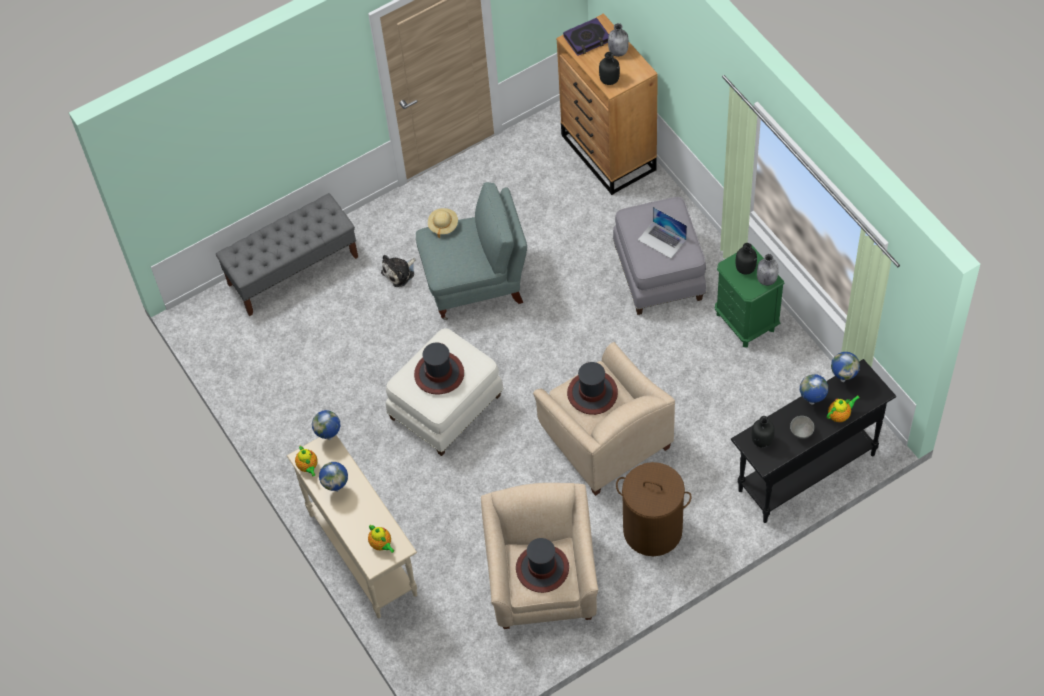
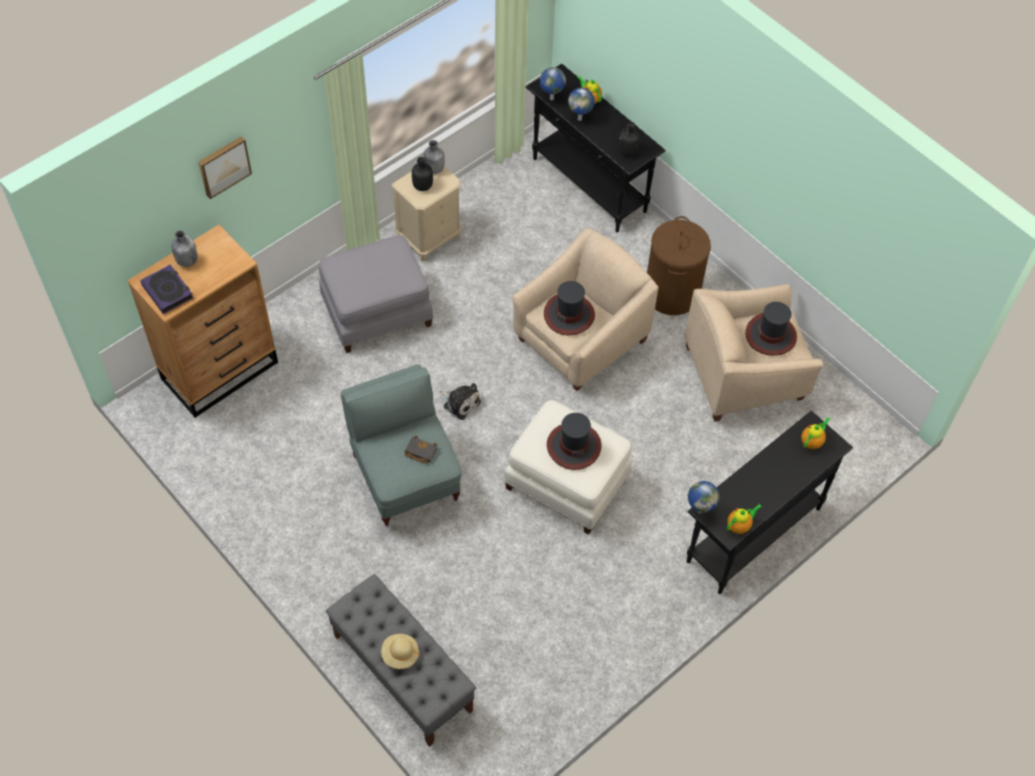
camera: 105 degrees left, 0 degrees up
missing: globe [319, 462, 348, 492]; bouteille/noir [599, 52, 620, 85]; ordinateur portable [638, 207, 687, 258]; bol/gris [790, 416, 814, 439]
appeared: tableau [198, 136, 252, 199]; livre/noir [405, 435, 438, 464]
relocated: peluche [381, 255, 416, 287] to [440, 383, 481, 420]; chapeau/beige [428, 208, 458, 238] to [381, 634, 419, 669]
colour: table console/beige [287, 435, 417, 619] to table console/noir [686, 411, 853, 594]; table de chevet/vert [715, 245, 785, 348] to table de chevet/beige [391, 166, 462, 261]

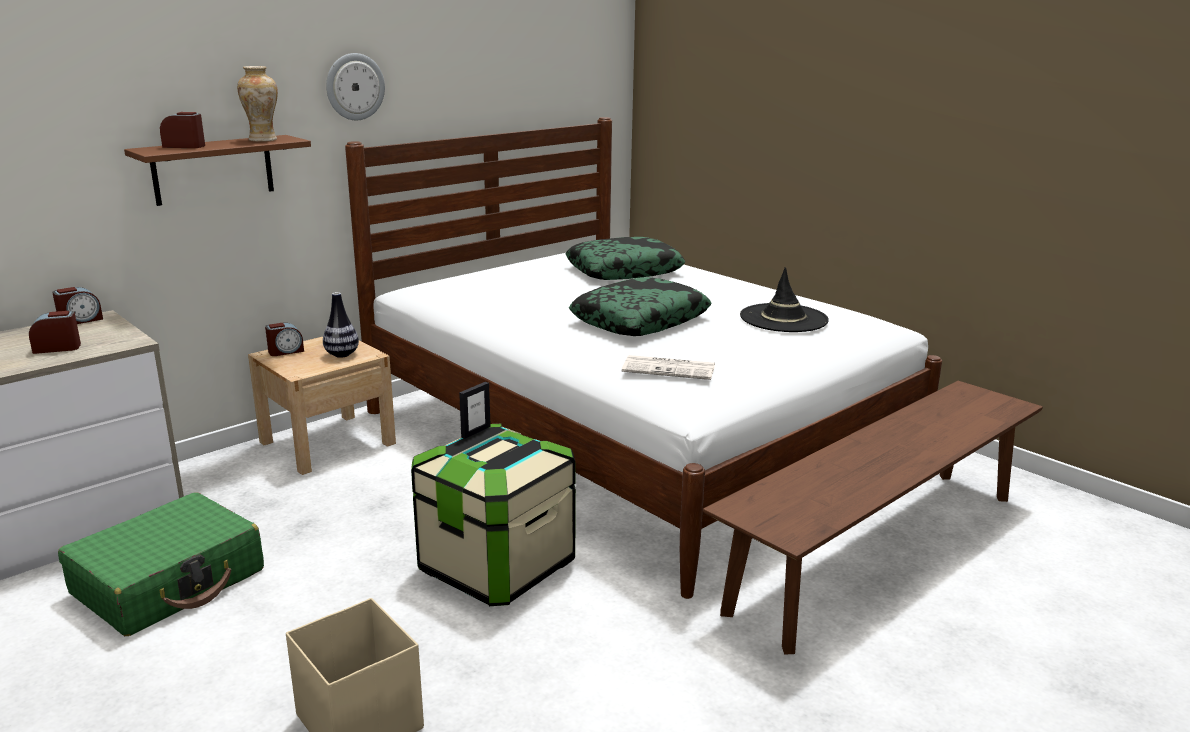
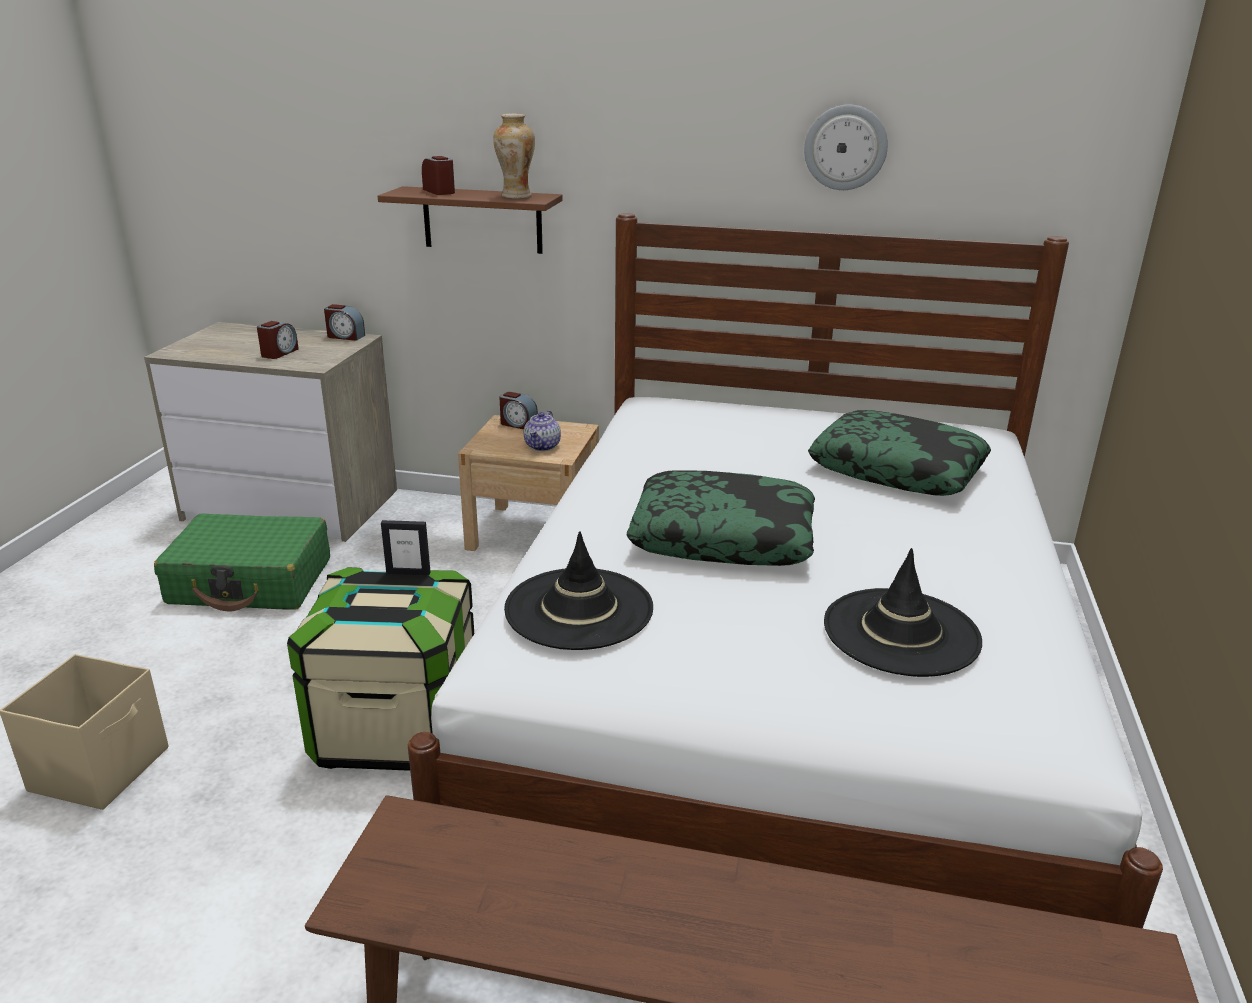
camera: 55 degrees right, 5 degrees up
relocated: horloge murale [326, 53, 385, 120] to [804, 105, 888, 190]
exchanged: vase [323, 292, 359, 358] to théière [524, 410, 561, 451]; journal [622, 355, 715, 380] to chapeau/noir [504, 531, 653, 650]
spun: réveil [29, 311, 81, 354] = [257, 321, 299, 359] 75 degrees clockwise

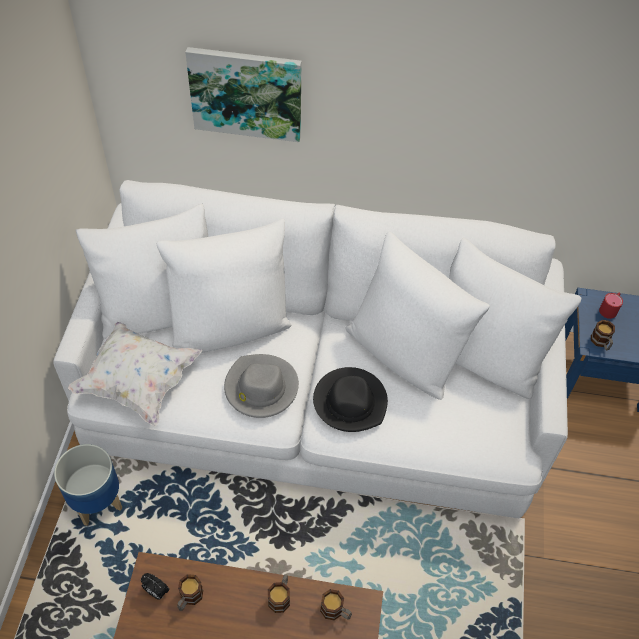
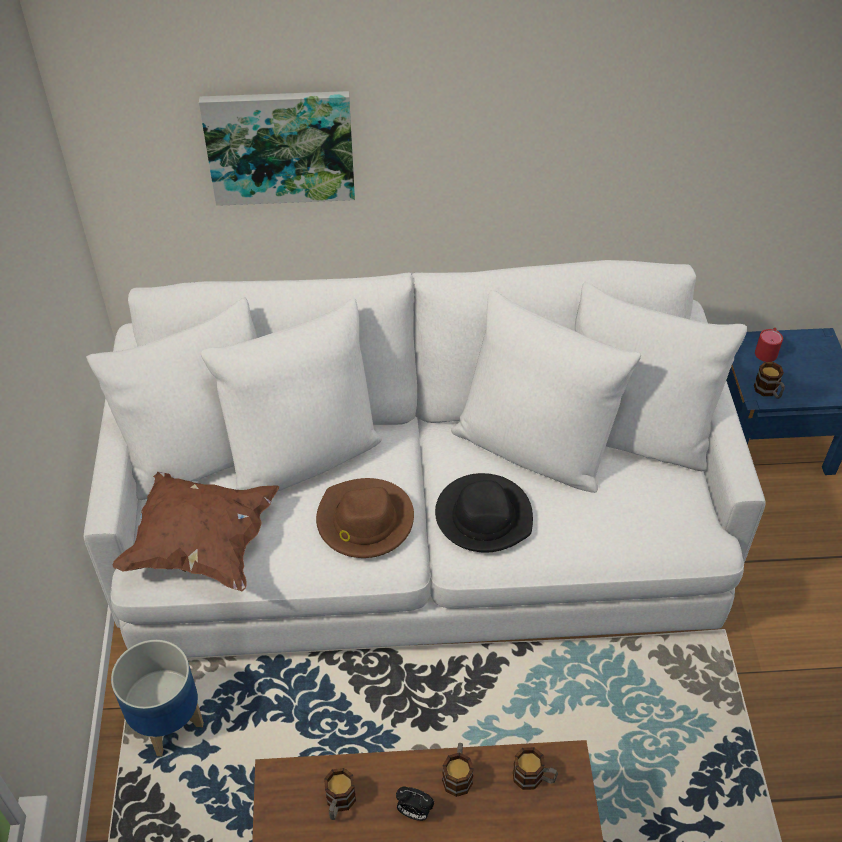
camera: 10 degrees left, 5 degrees down
relocated: réveil [141, 573, 169, 600] to [396, 787, 434, 821]
colour: coussin/blanc [68, 322, 202, 427] to coussin/marron [113, 472, 279, 591]; chapeau/gris [224, 354, 299, 418] to chapeau/marron [316, 478, 414, 558]

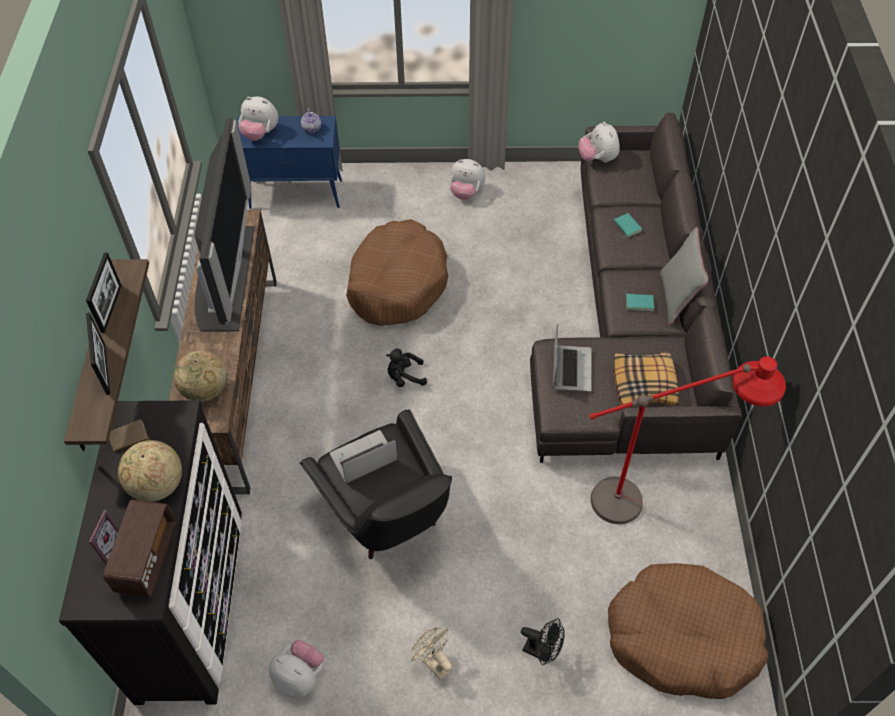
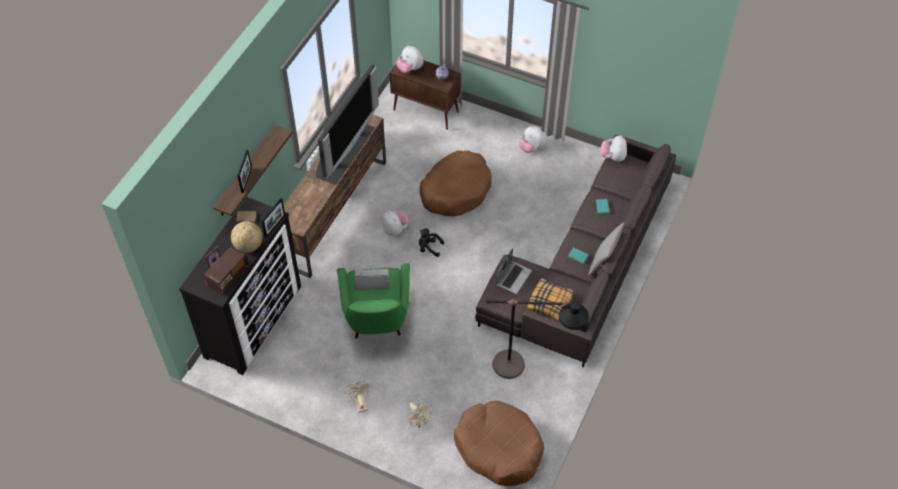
camera: 25 degrees right, 0 degrees up
missing: globe [174, 351, 226, 402]
relocated: cadre photo [86, 252, 122, 333] to [261, 198, 285, 238]; peluche [269, 640, 324, 697] to [381, 211, 410, 236]
colour: meuble de rangement/bleu [237, 116, 342, 209] to meuble de rangement/marron [390, 58, 461, 130]; fauteuil/noir [299, 409, 452, 559] to fauteuil/vert [337, 263, 410, 339]; ventilateur/noir [521, 618, 565, 665] to ventilateur/beige [409, 402, 432, 428]; lampadaire/rouge [589, 356, 786, 524] to lampadaire/noir [486, 299, 589, 379]

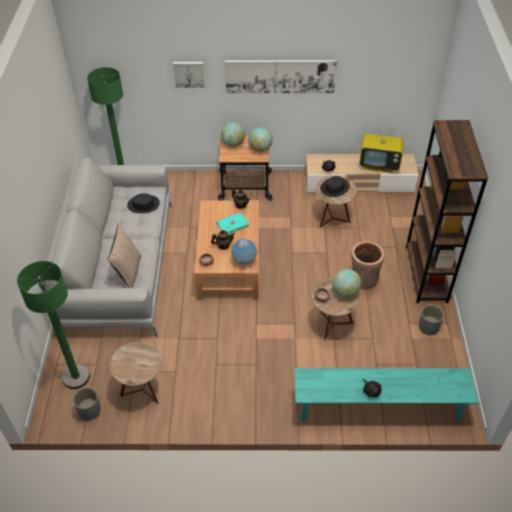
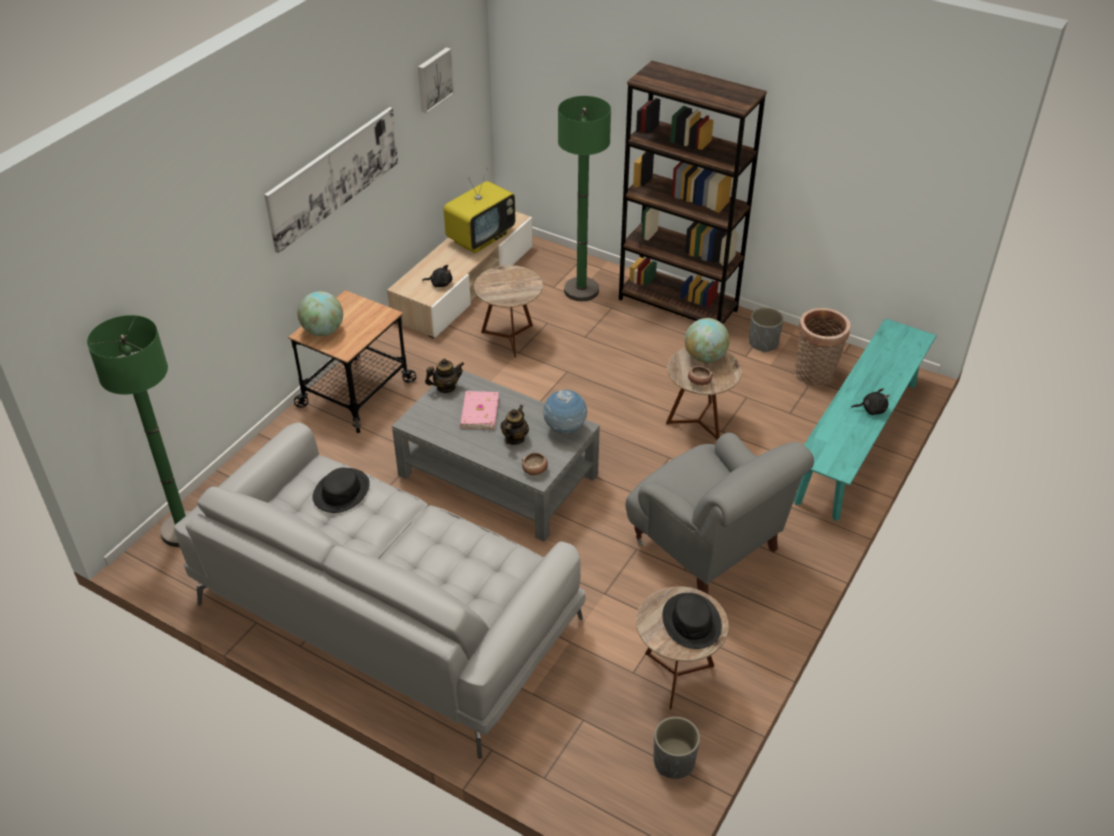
camera: 60 degrees left, 5 degrees down
missing: coussin [107, 224, 141, 288]; globe [248, 127, 273, 152]
appeared: fauteuil/gris [626, 433, 814, 595]
relocated: lampadaire/vert [17, 261, 90, 389] to [558, 96, 611, 301]; tableau [173, 62, 205, 89] to [418, 47, 454, 113]; chapeau/noir [320, 176, 350, 197] to [663, 593, 722, 649]; panier [351, 241, 384, 290] to [795, 308, 851, 386]
colour: table basse/marron [194, 200, 259, 300] to table basse/gris [392, 366, 600, 542]; livre/turquoise [216, 212, 249, 234] to livre/rose [460, 391, 499, 429]

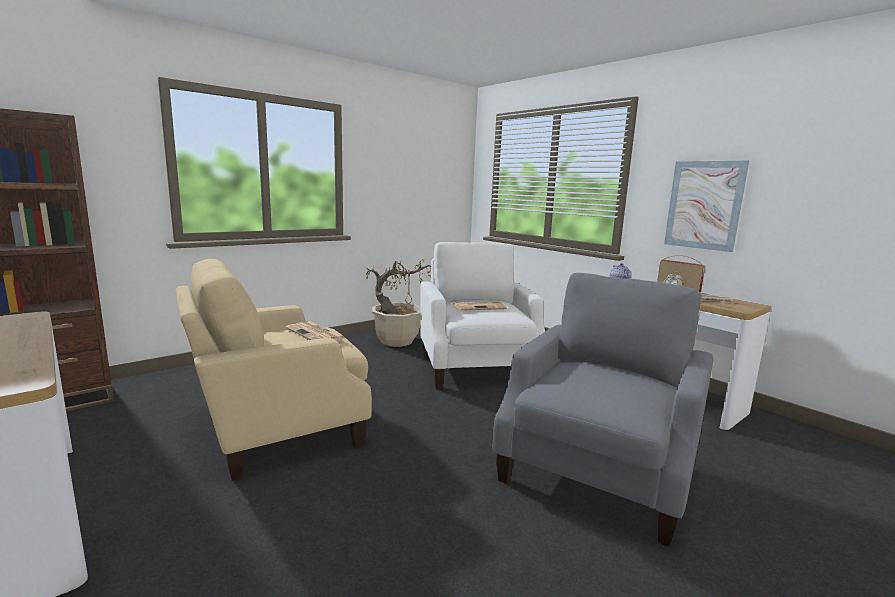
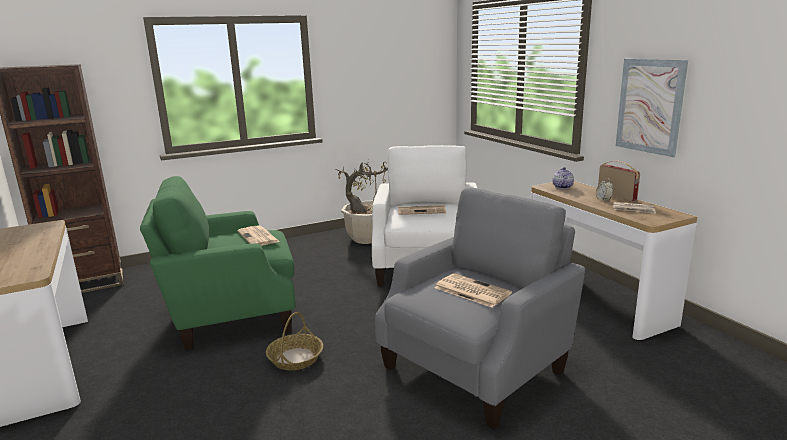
camera: 15 degrees right, 5 degrees up
appeared: panier [266, 312, 323, 370]; journal [434, 273, 512, 308]
colour: fauteuil/beige [176, 259, 372, 481] to fauteuil/vert [140, 176, 296, 350]

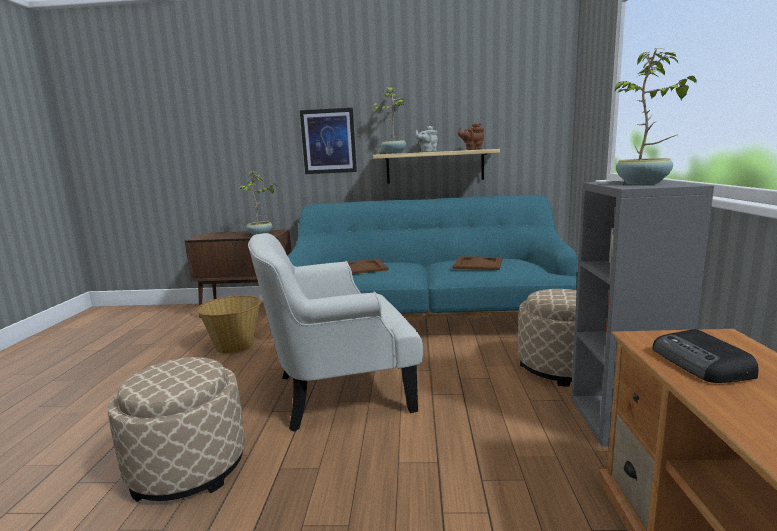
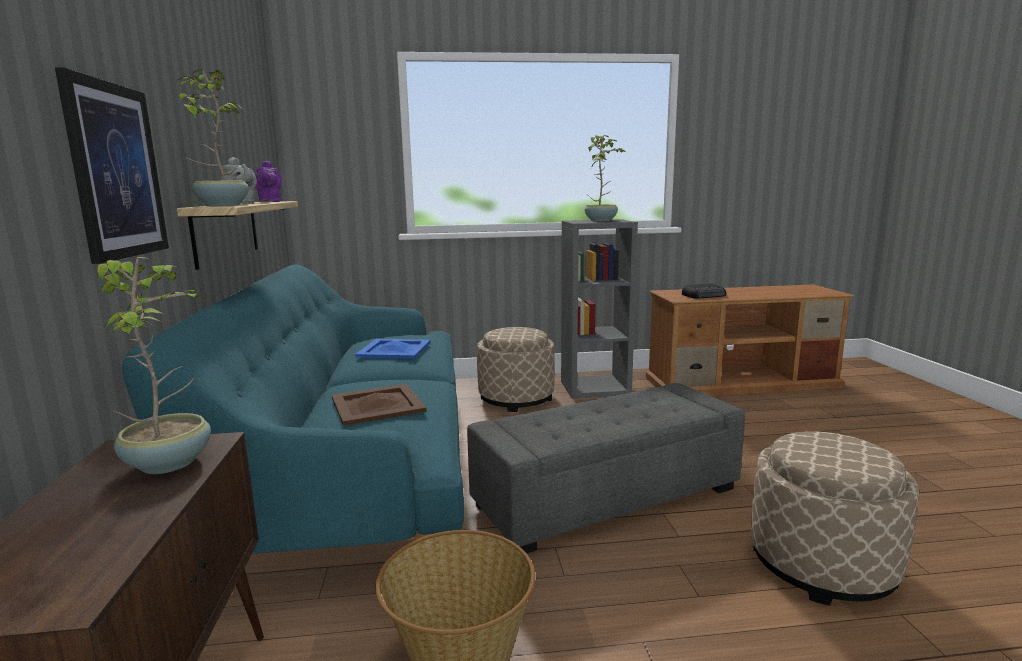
camera: 100 degrees left, 0 degrees up
exchanged: fauteuil/blanc [248, 233, 423, 432] to pouf/gris [467, 383, 745, 553]
colour: plateau/marron [453, 256, 502, 270] to plateau/bleu [355, 339, 431, 359]; théière/marron [458, 123, 484, 150] to théière/violet [255, 161, 282, 202]

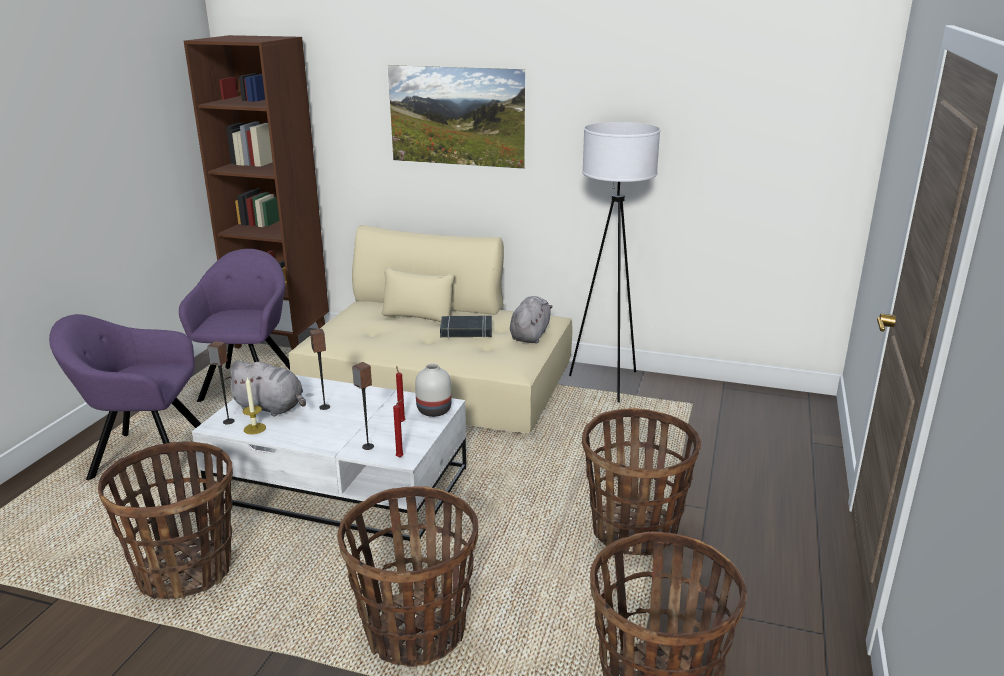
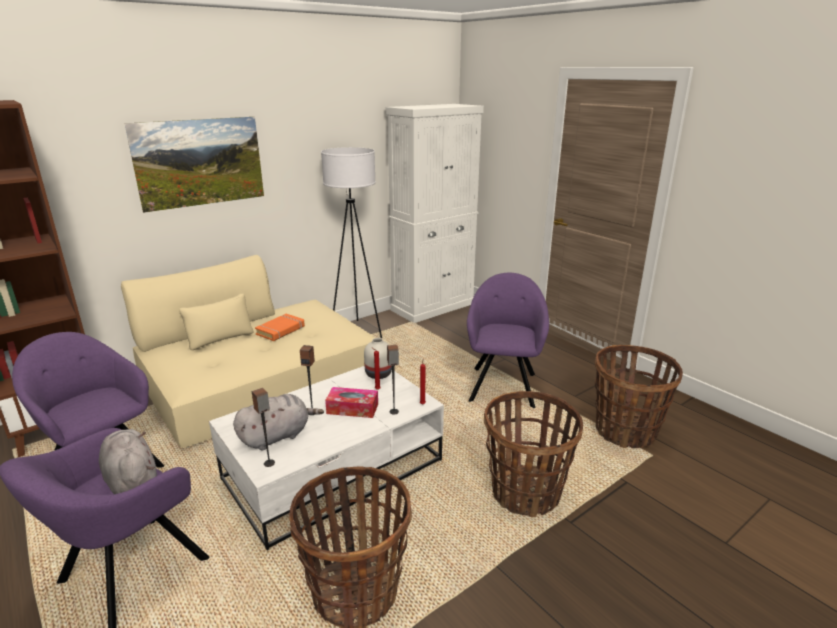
camera: 55 degrees left, 0 degrees up
missing: bougie [243, 377, 266, 434]
appeared: boîte à mouchoirs [325, 387, 378, 418]; meuble de rangement/blanc [386, 104, 484, 323]
relocated: peluche/gris [510, 296, 553, 343] to [99, 429, 157, 494]
exchanged: panier [582, 408, 701, 556] to fauteuil/violet [467, 273, 549, 408]
colour: livre/noir [440, 316, 492, 338] to livre/orange [255, 314, 305, 341]

